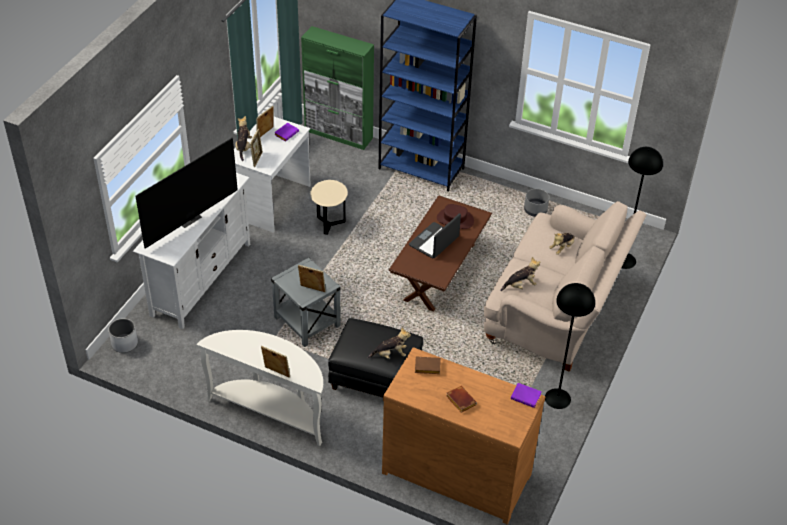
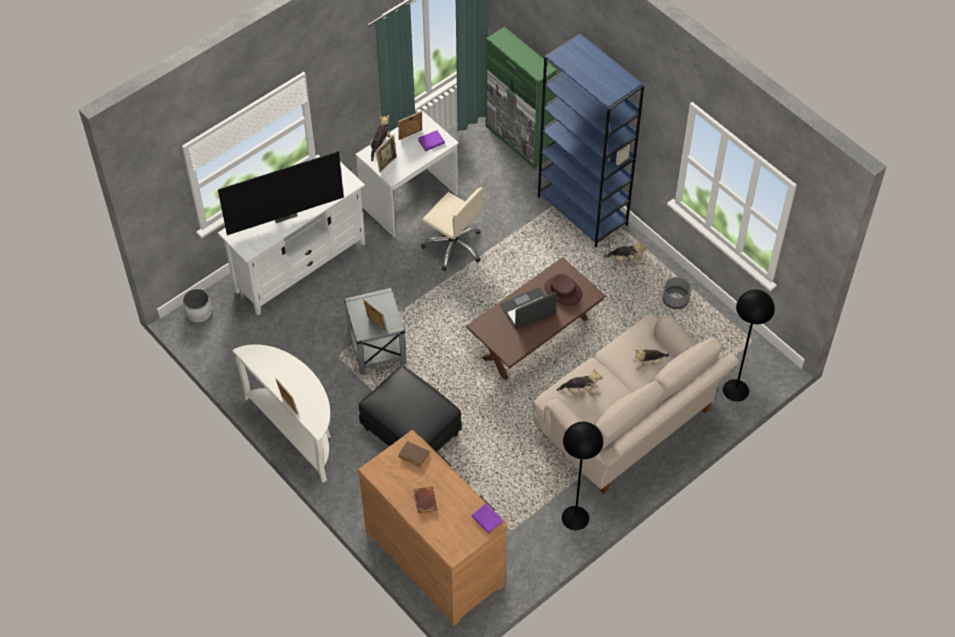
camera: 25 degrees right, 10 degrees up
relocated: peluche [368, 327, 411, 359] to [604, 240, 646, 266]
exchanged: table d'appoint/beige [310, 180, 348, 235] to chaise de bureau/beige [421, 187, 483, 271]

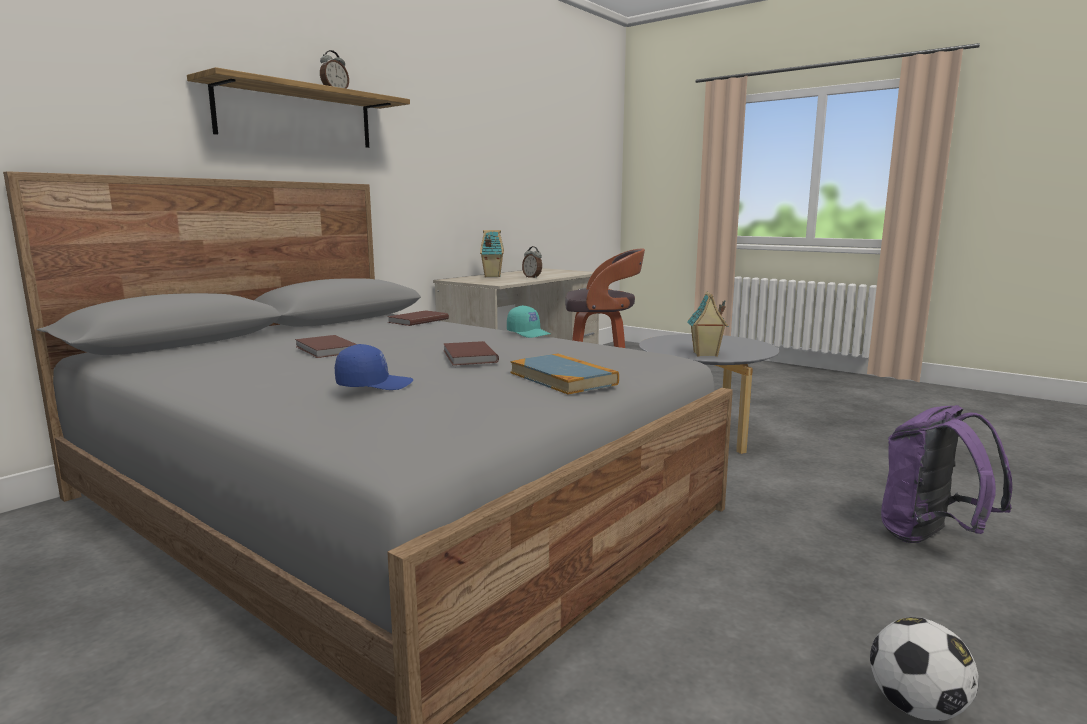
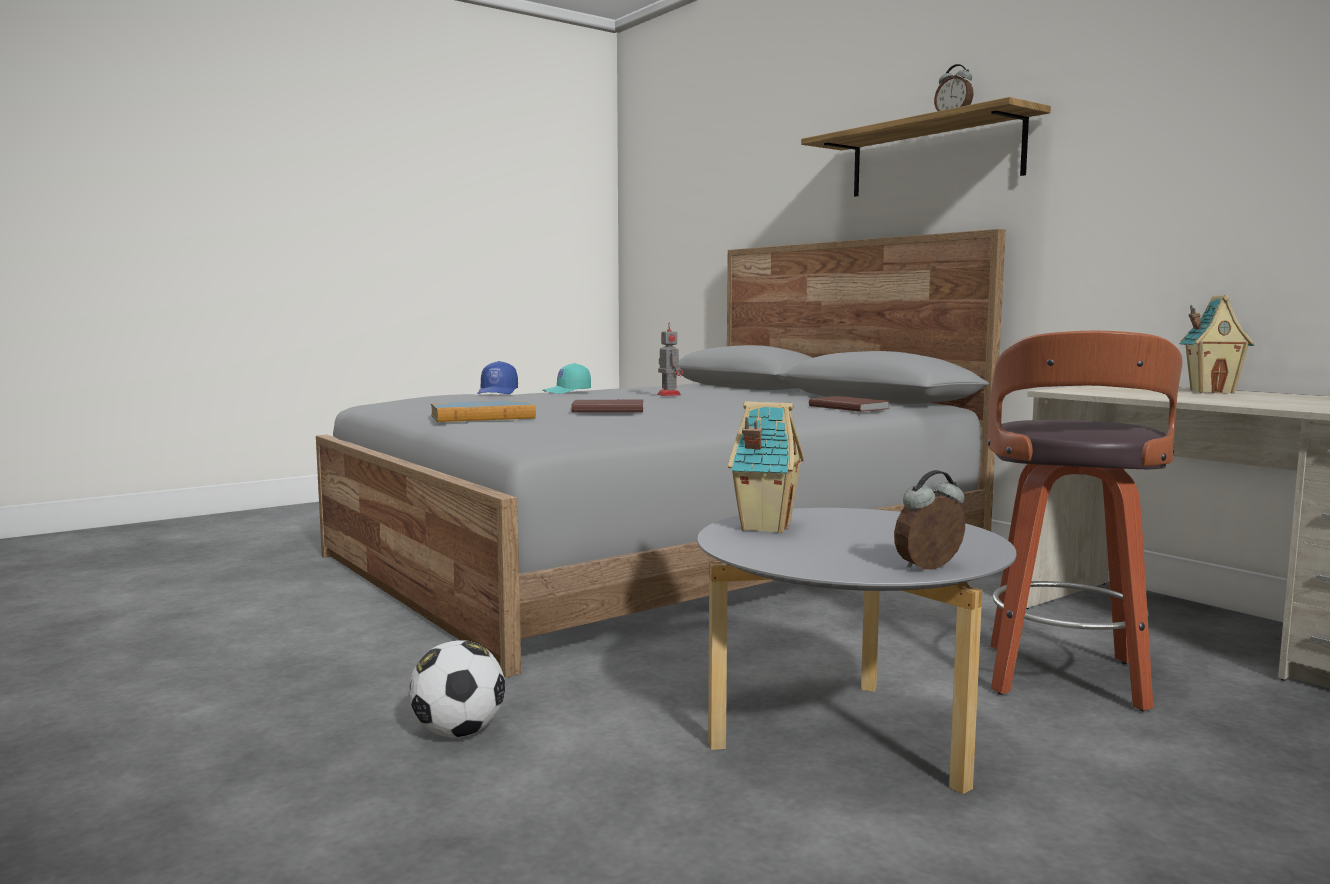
camera: 105 degrees right, 5 degrees down
missing: sac à dos/violet [881, 405, 1012, 543]
relocated: casquette/turquoise [507, 305, 550, 338] to [542, 363, 591, 394]; réveil [522, 246, 542, 278] to [894, 470, 965, 570]; ballon de foot [870, 617, 979, 721] to [409, 640, 505, 738]
exchanged: livre/marron [295, 335, 357, 358] to robot jouet [657, 322, 683, 396]

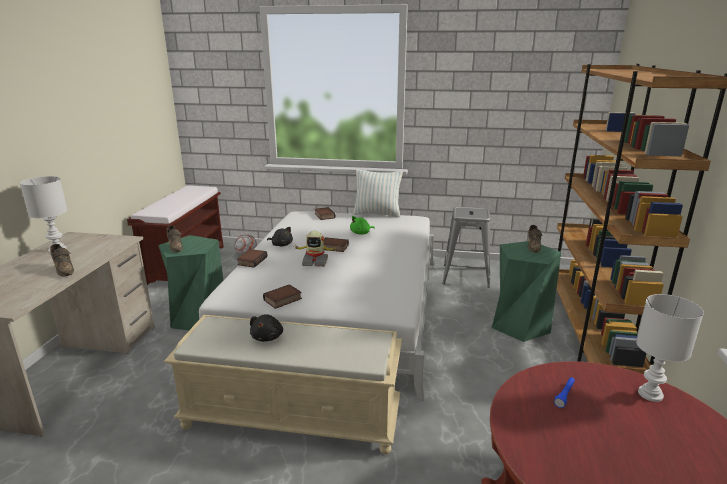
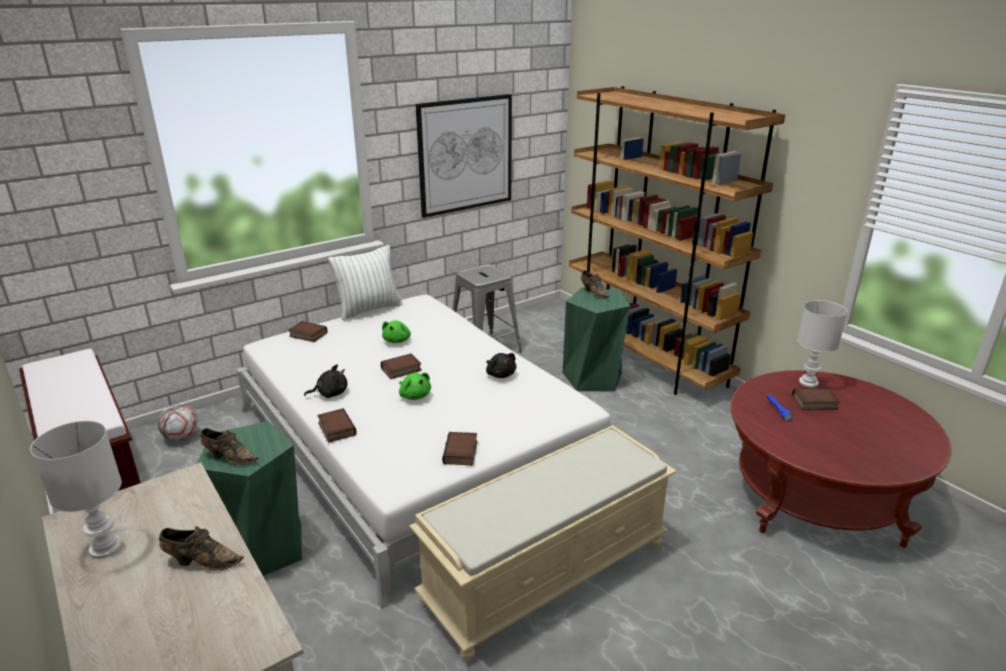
camera: 45 degrees left, 5 degrees up
appeared: tableau [415, 94, 512, 218]; livre [792, 388, 840, 410]
relocated: peluche/noir [250, 314, 283, 342] to [486, 353, 516, 378]
exchanged: robot jouet [293, 231, 337, 267] to peluche/vert [399, 373, 431, 400]

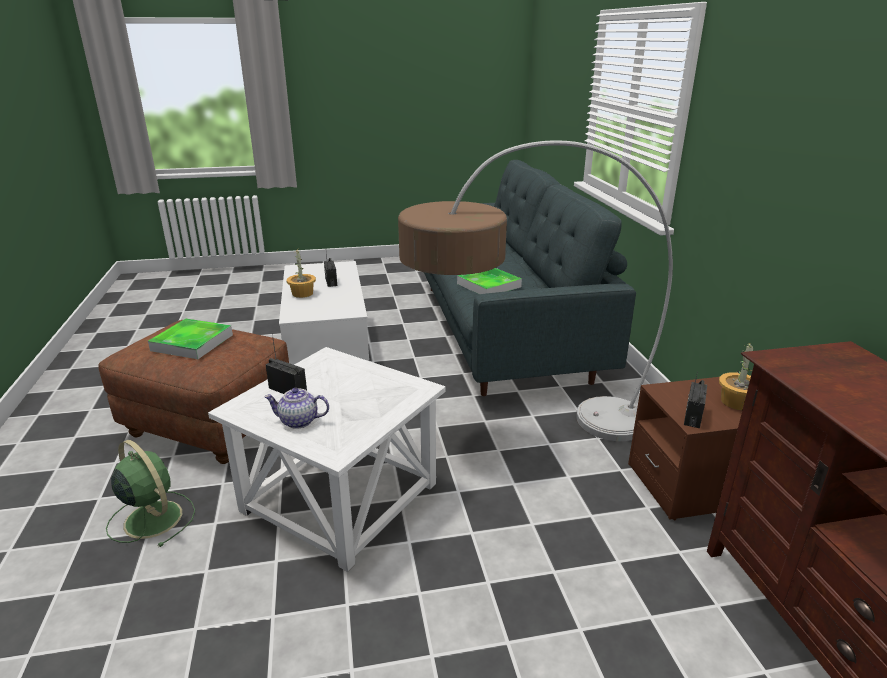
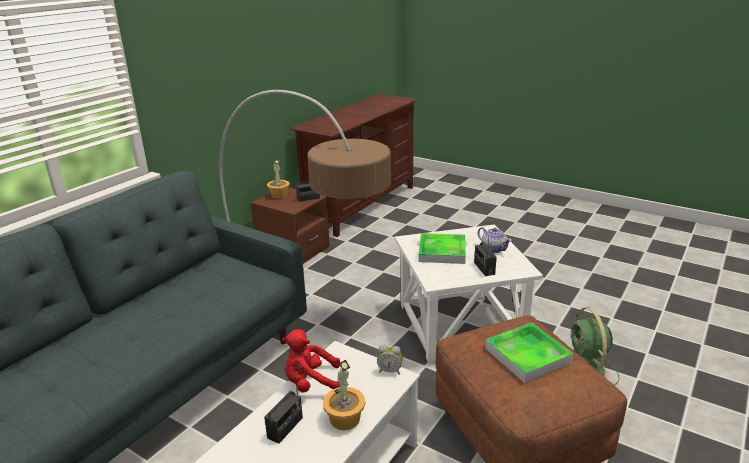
camera: 135 degrees left, 0 degrees up
appeared: peluche/rouge [282, 329, 340, 392]; réveil [377, 345, 403, 375]
relocated: plateau [457, 268, 522, 294] to [418, 233, 466, 264]

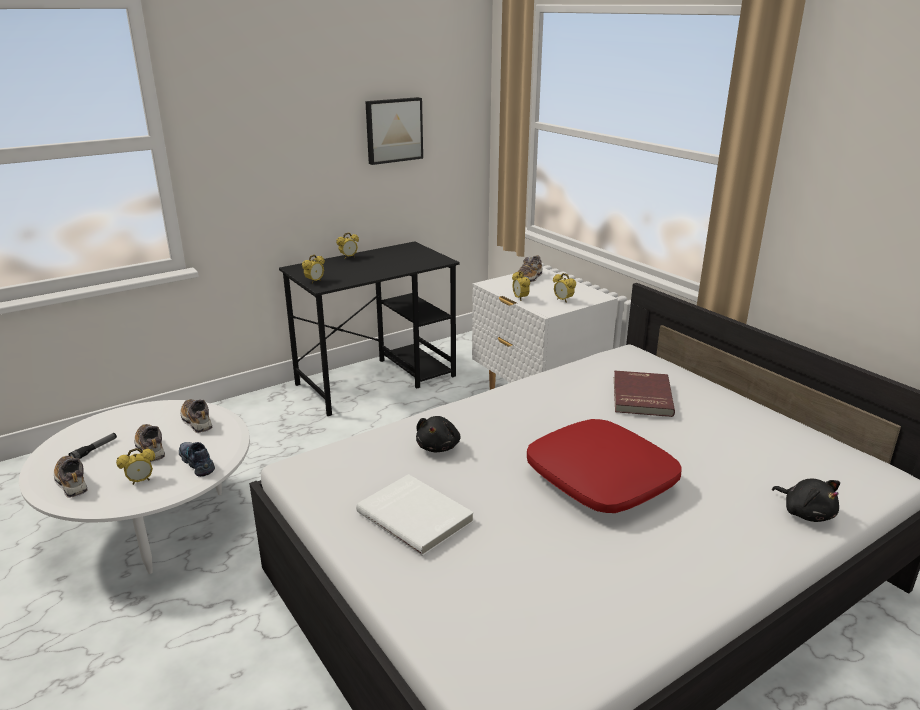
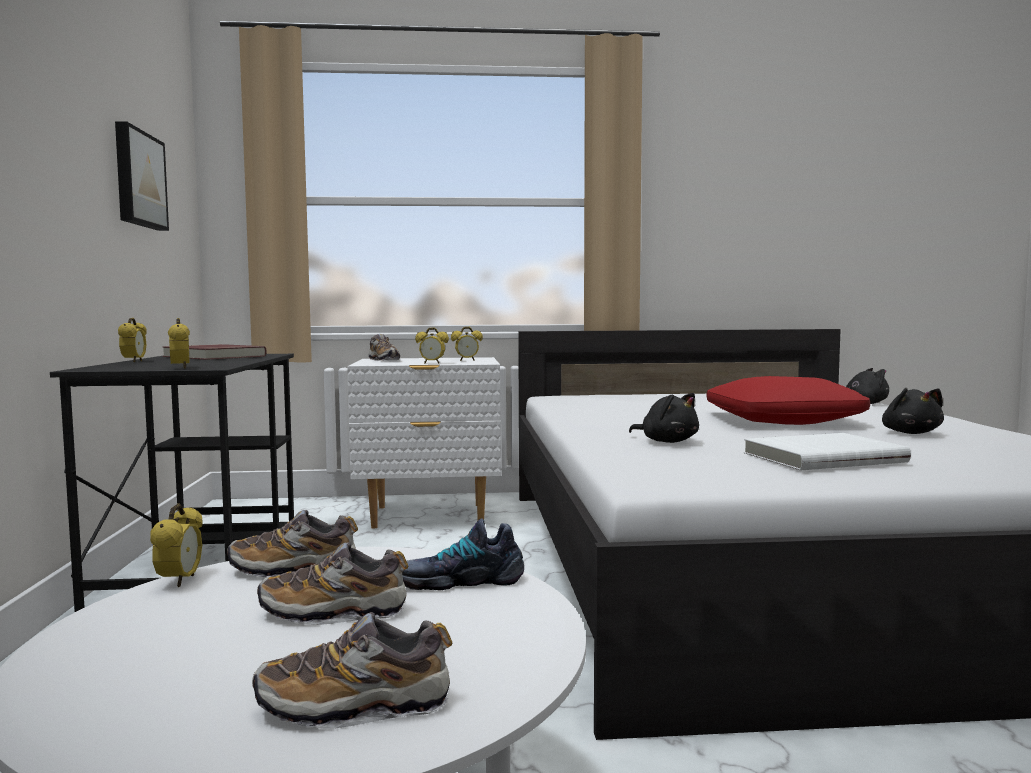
camera: 60 degrees left, 20 degrees down
missing: lampe de poche [69, 433, 117, 459]
appeared: peluche/noir [882, 388, 944, 434]
relocated: réveil [116, 448, 155, 485] to [150, 503, 203, 587]; livre/rouge [614, 370, 675, 417] to [163, 344, 267, 360]

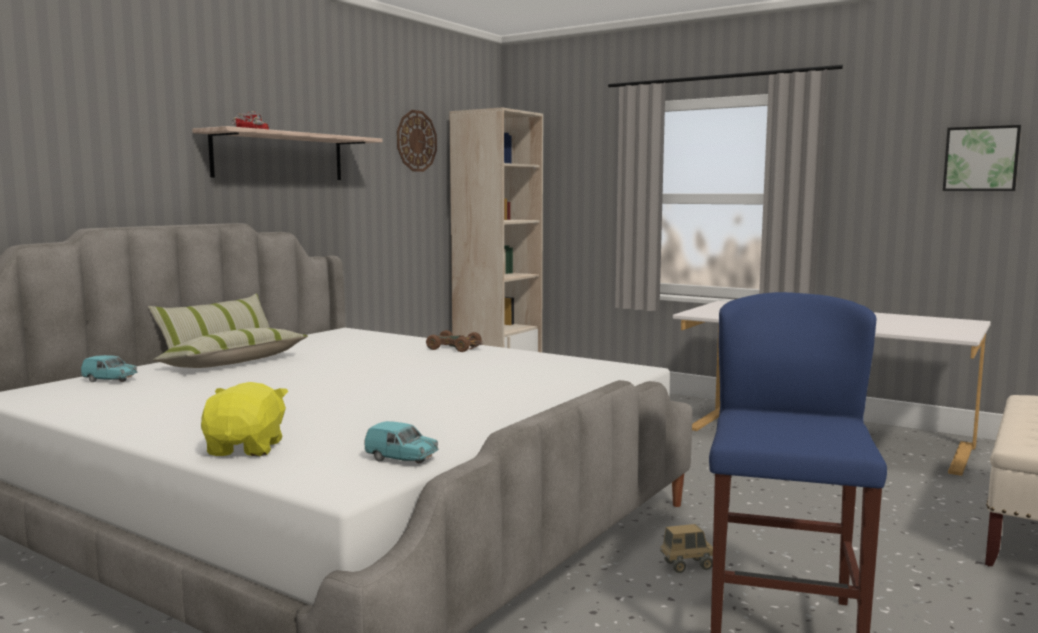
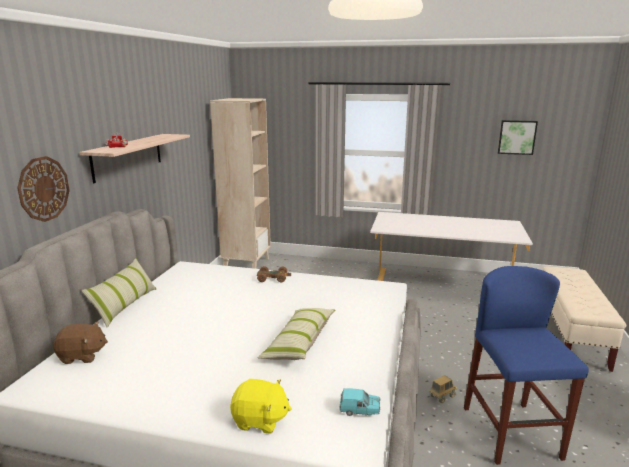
camera: 20 degrees left, 10 degrees up
relocated: coussin [153, 328, 308, 368] to [258, 308, 335, 360]; horloge murale [397, 110, 437, 172] to [17, 156, 70, 222]
exchanged: petite voiture/turquoise [81, 355, 137, 382] to peluche/marron [53, 321, 108, 364]
spun: peluche/jaune [201, 382, 289, 456] = [230, 379, 292, 434] 120 degrees clockwise

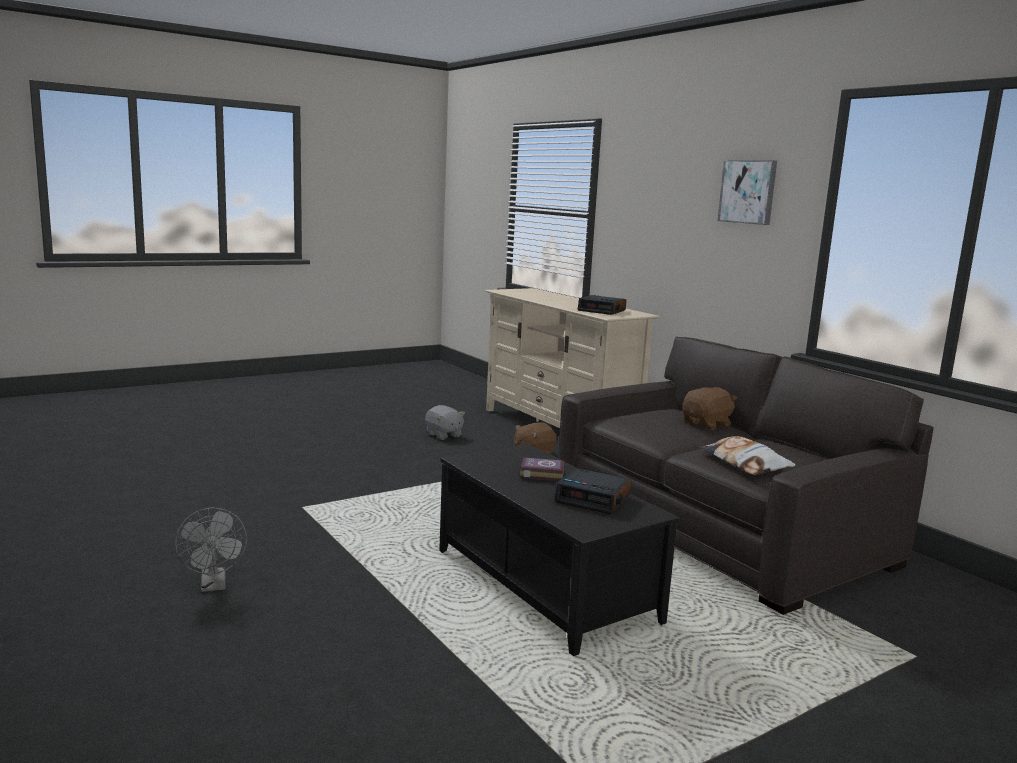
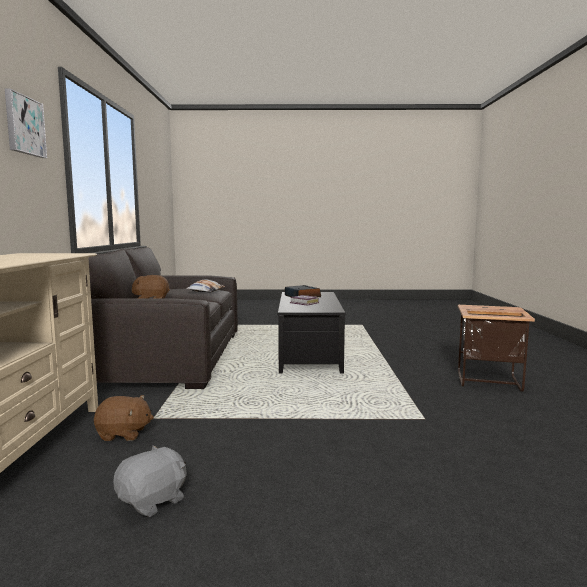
camera: 145 degrees left, 5 degrees down
missing: réveil [578, 295, 627, 315]
exchanged: ventilateur/gris [175, 508, 247, 592] to table d'appoint [458, 305, 535, 392]
spun: peluche/gris [425, 405, 465, 440] = [114, 445, 187, 517] 45 degrees clockwise

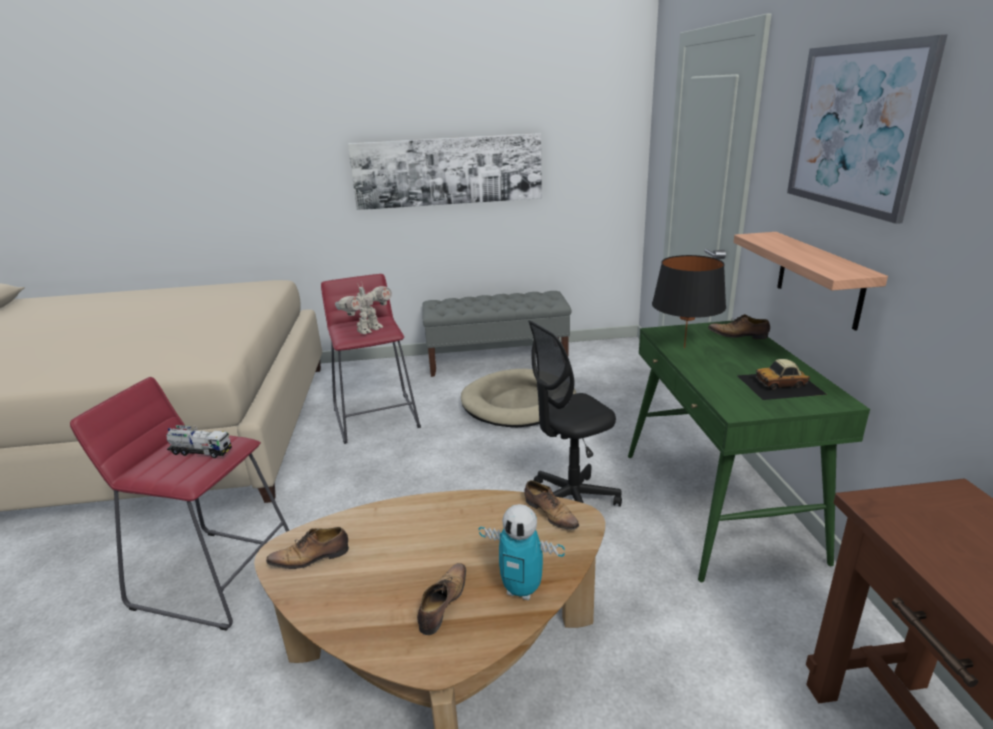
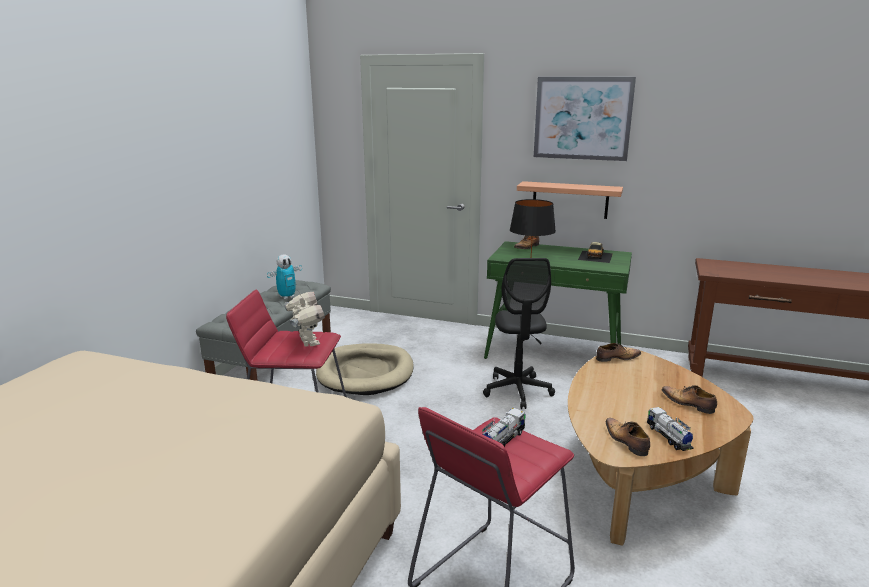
camera: 65 degrees left, 5 degrees down
missing: tableau [348, 133, 542, 210]
appeared: camion jouet [647, 407, 694, 451]
relocated: robot jouet [479, 504, 565, 600] to [267, 254, 302, 299]
spun: chaussure [266, 527, 349, 570] = [606, 418, 650, 456] 150 degrees clockwise

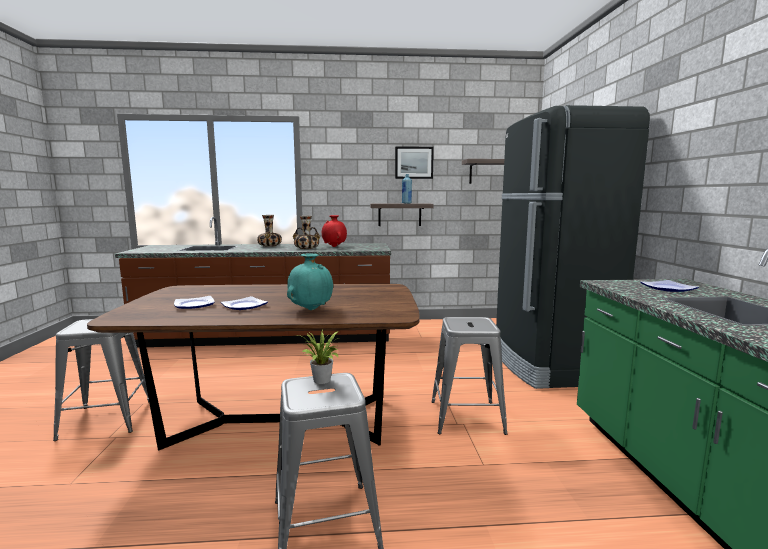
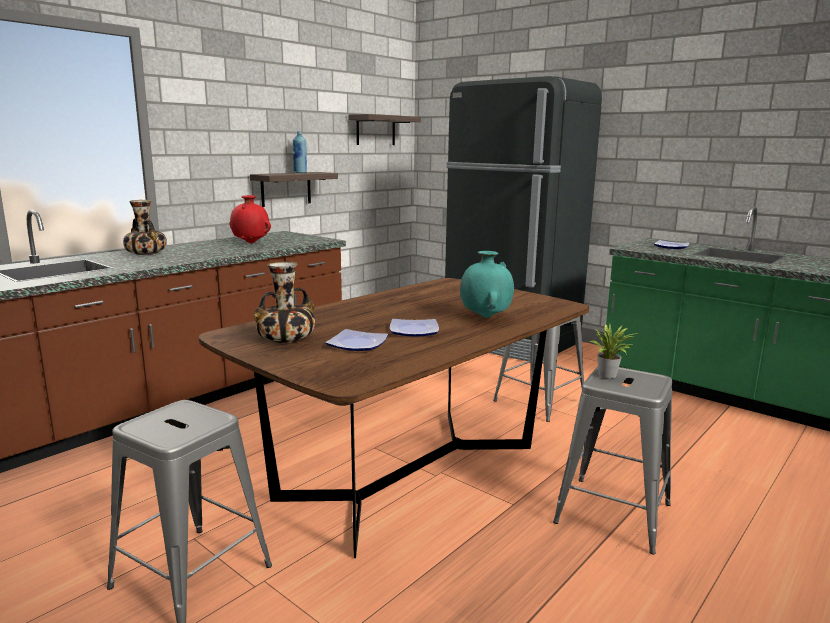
camera: 45 degrees left, 5 degrees up
missing: tableau [395, 146, 434, 179]
relocated: vase [293, 216, 320, 249] to [253, 261, 315, 343]

